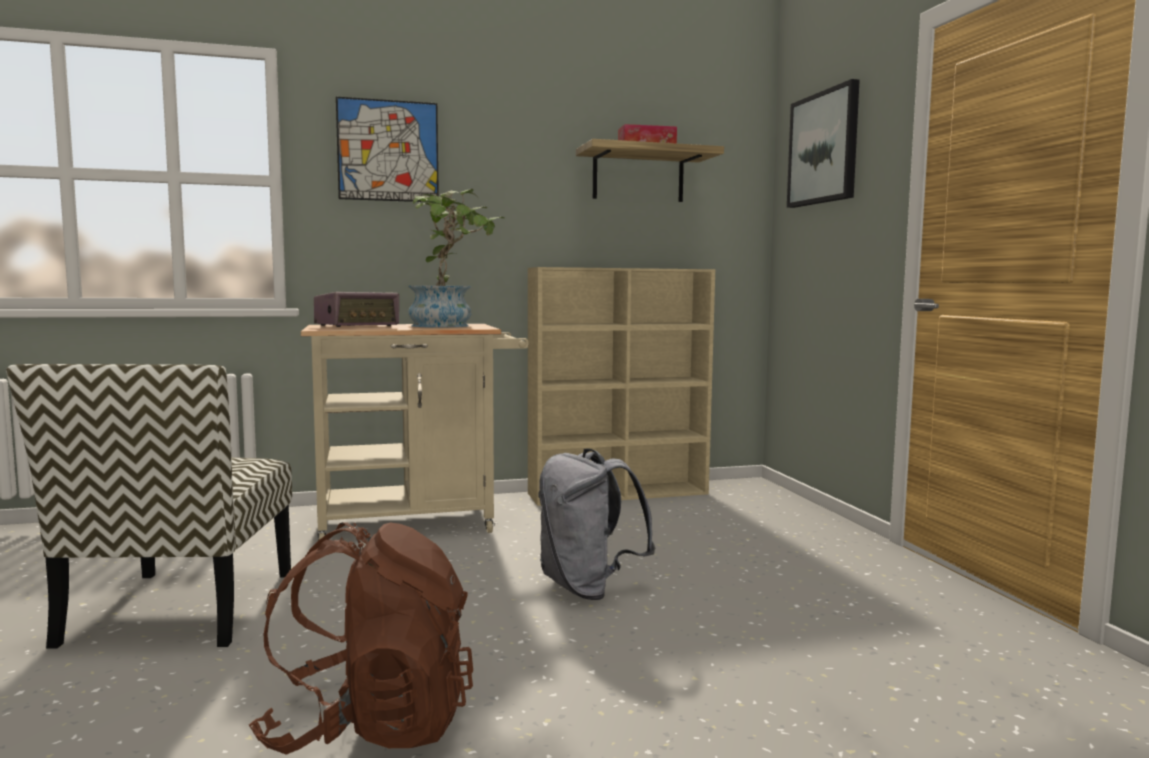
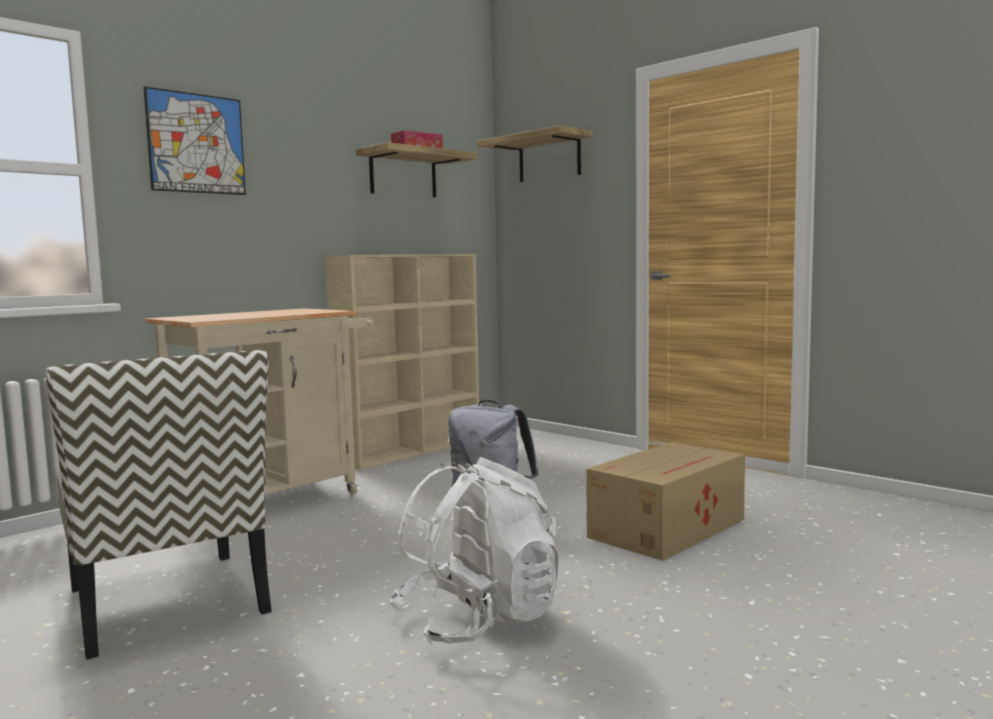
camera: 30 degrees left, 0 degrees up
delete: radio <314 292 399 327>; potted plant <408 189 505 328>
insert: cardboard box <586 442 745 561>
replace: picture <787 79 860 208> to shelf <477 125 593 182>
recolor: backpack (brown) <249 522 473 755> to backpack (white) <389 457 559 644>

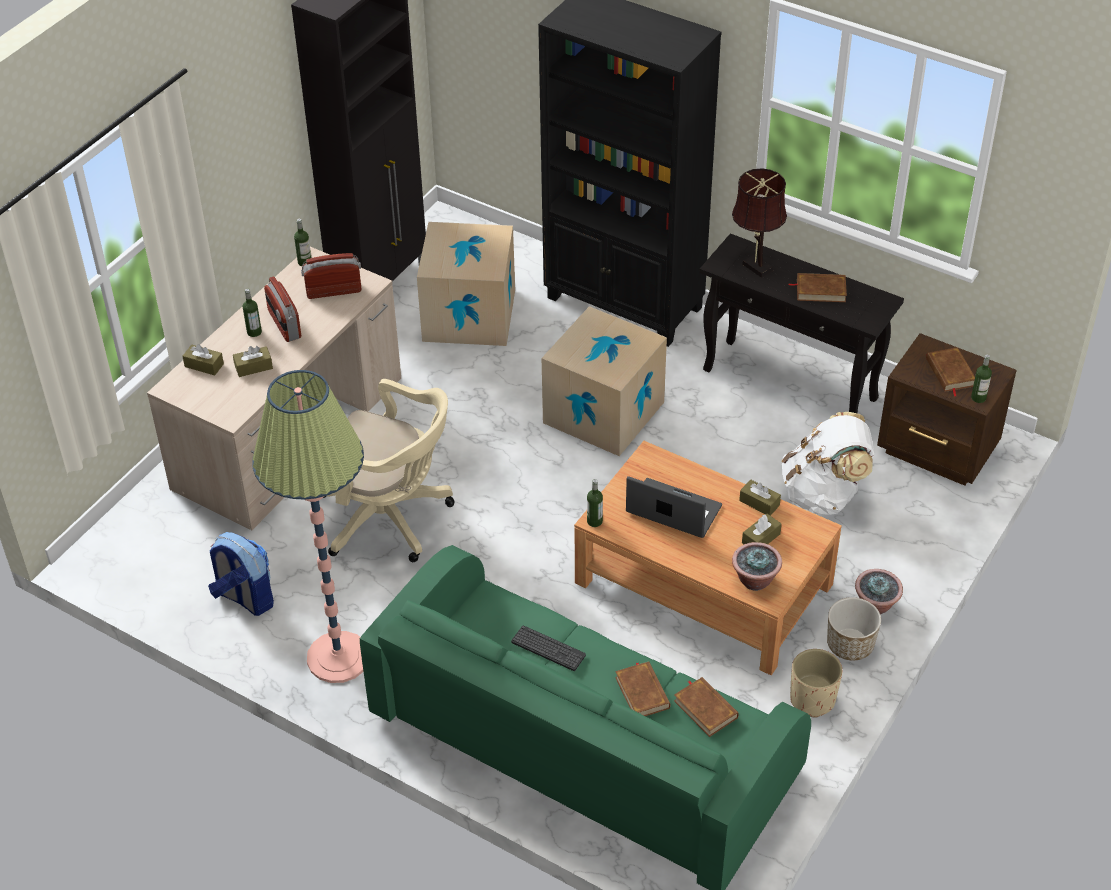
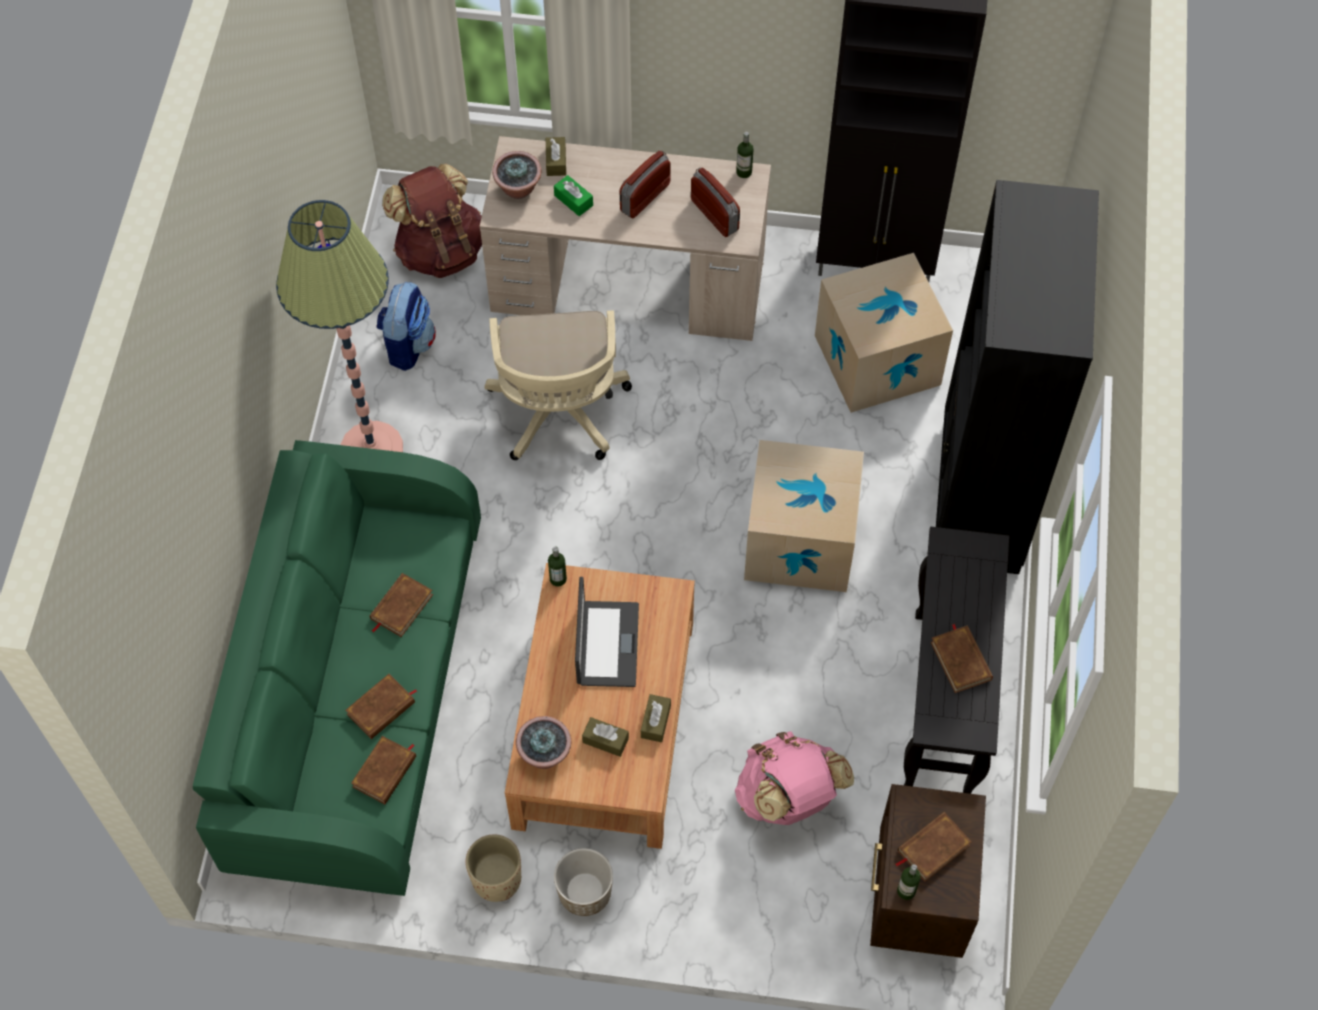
camera: 65 degrees right, 15 degrees up
delete: bottle <243 288 262 337>; table lamp (brown) <732 168 787 278>
insert: backpack (brown) <382 164 482 278>
move: potted plant <855 569 903 614> to <492 151 541 199>
replace: keyboard <511 625 586 671> to book (brown) <370 573 433 637>
recolor: tissue box (brown) <233 346 273 377> to tissue box (green) <554 175 593 216>; backpack (white) <782 412 874 515> to backpack (pink) <735 731 854 825>

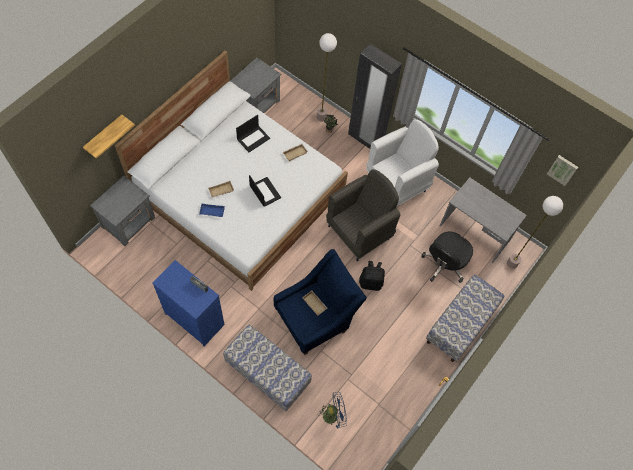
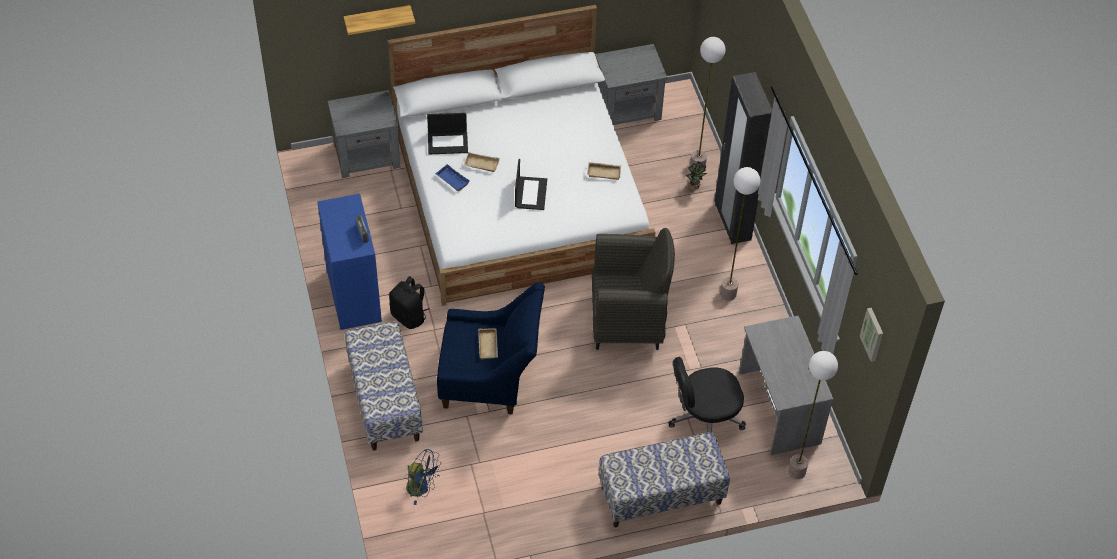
camera: 40 degrees right, 10 degrees down
move: backpack (black) <359 261 385 291> to <389 276 429 329>; laptop <236 115 270 152> to <427 113 468 154>
replace: armchair (white) <366 119 439 206> to floor lamp <720 167 760 301>

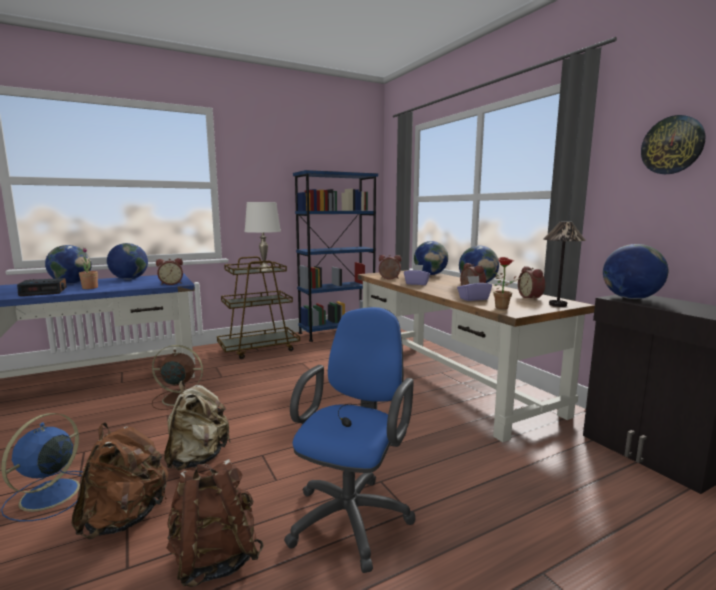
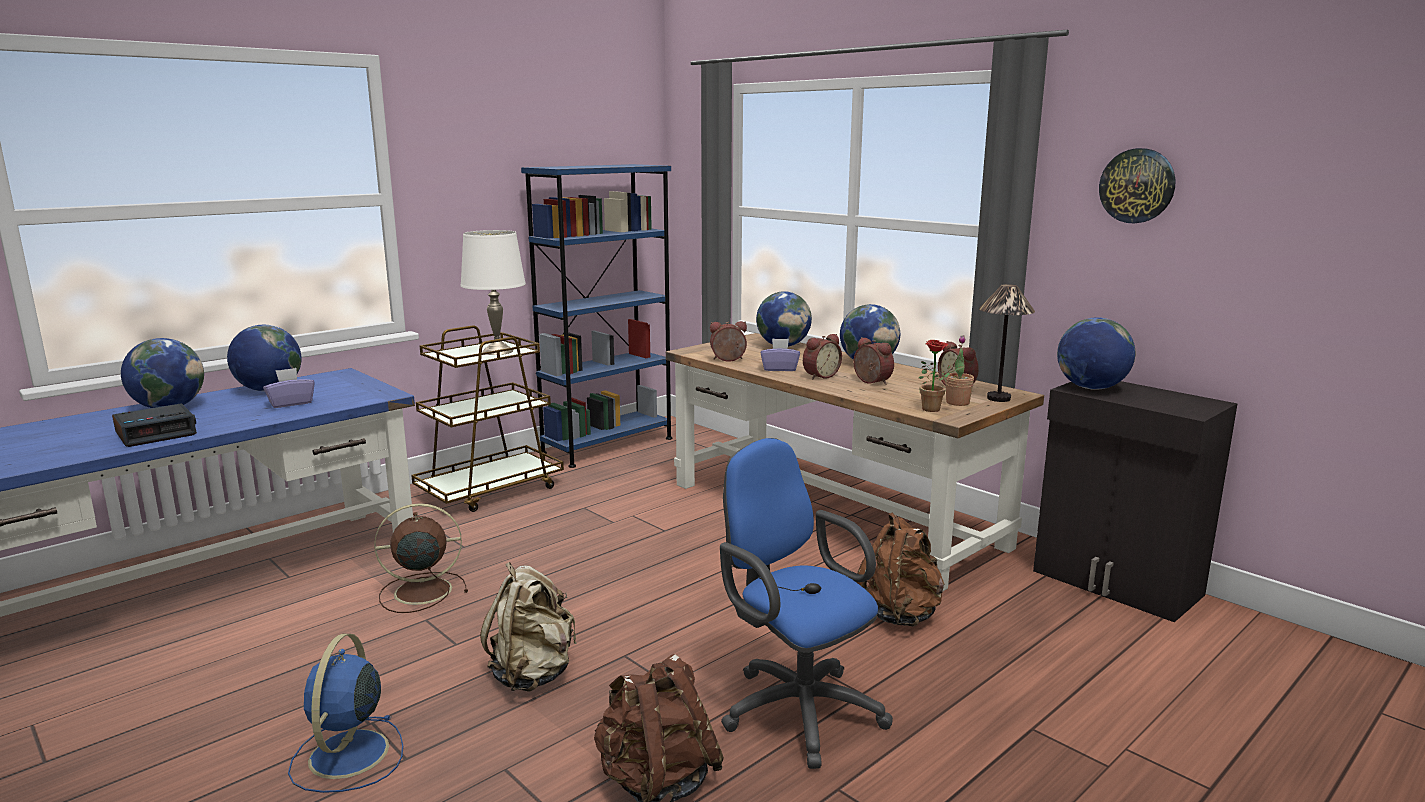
camera: 15 degrees left, 5 degrees up
move: tissue box (purple) <457 276 492 301> to <263 368 315 408>; alarm clock <156 258 183 285> to <803 334 842 380>; backpack (brown) <72 423 168 539> to <856 512 945 627>; potted plant <79 248 98 289> to <946 335 974 406>
rotate: office chair (blue) <284 307 416 573> = <720 438 893 769> 45 degrees counterclockwise

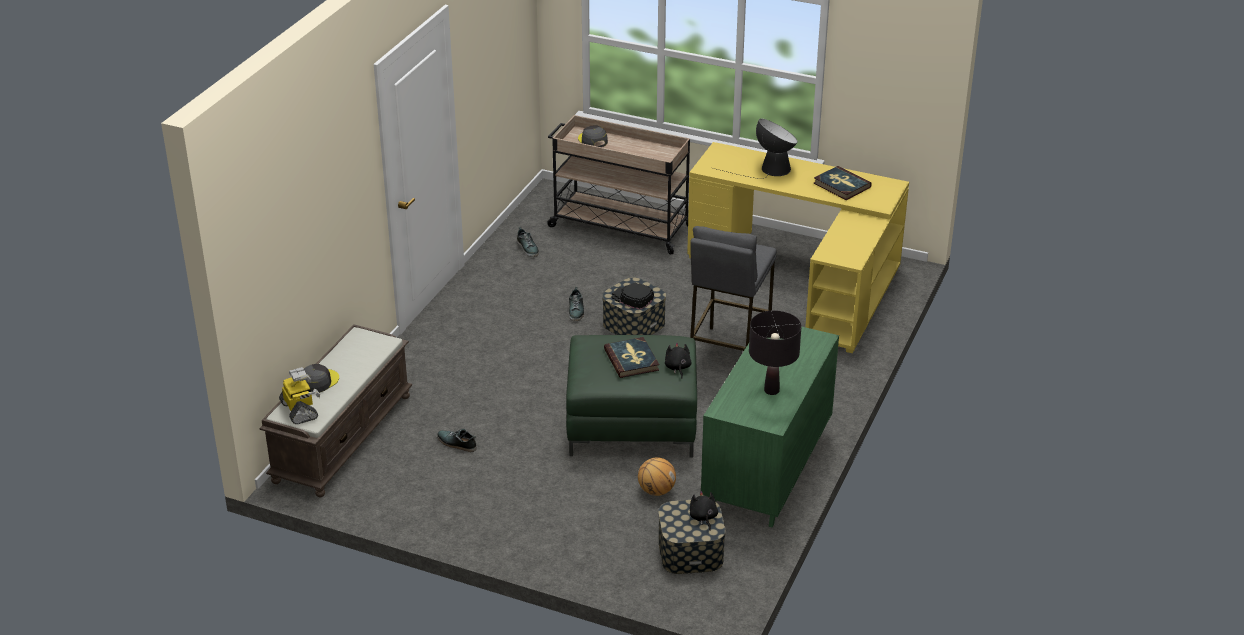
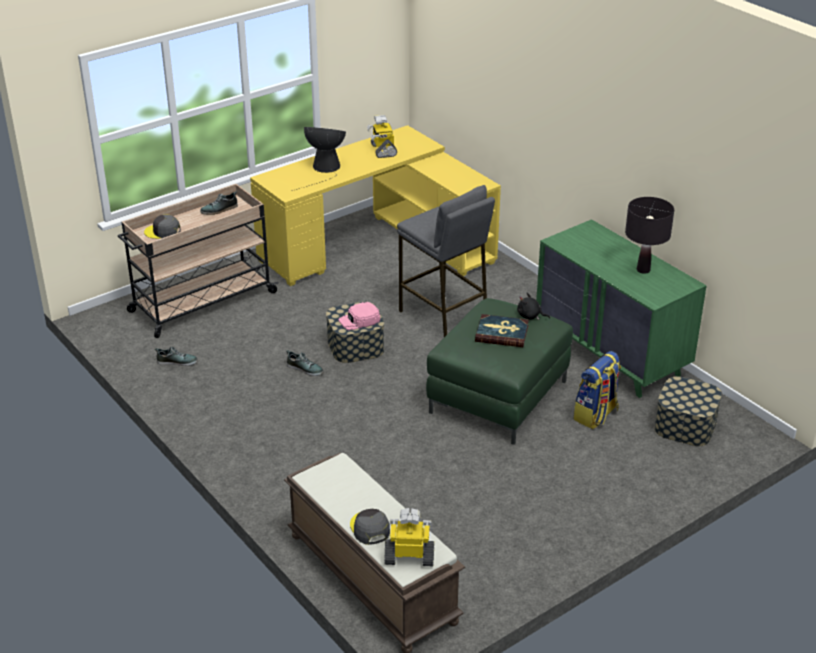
camera: 60 degrees left, 0 degrees up
delete: plush toy (black) <690 491 718 531>
move: shoe <437 429 477 452> to <200 191 238 215>
replace: book <813 166 872 200> to toy robot <367 115 397 158>; basketball <638 457 676 496> to backpack <573 351 621 429>
recolor: cap (black) <612 283 654 310> to cap (pink) <338 302 380 330>

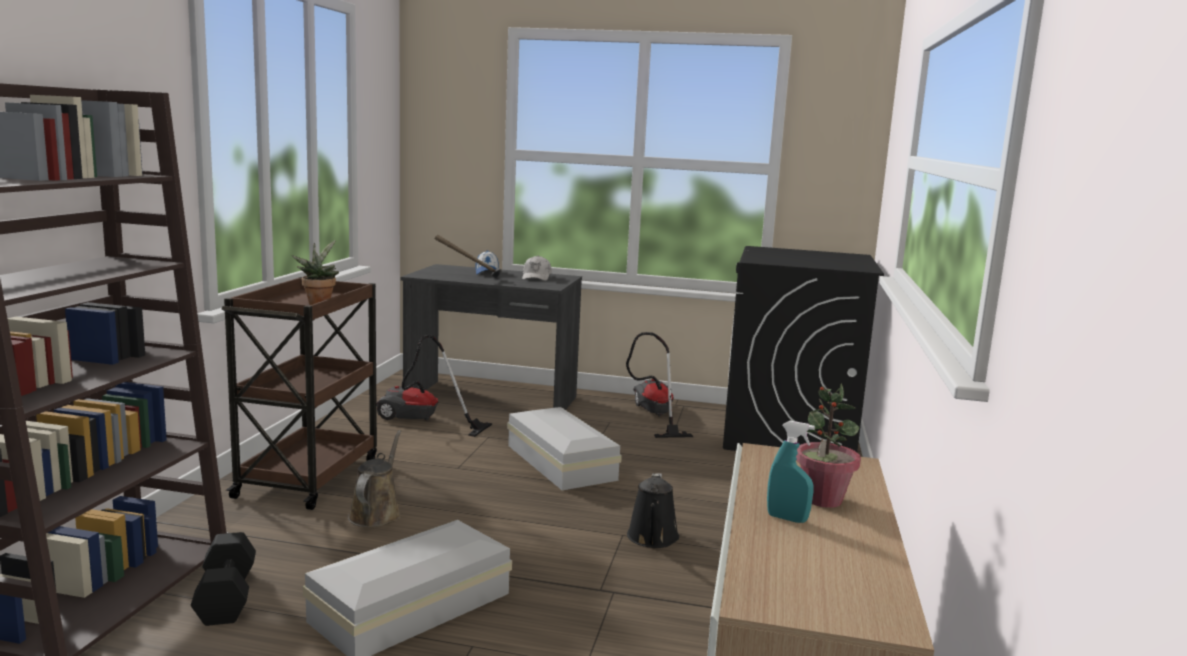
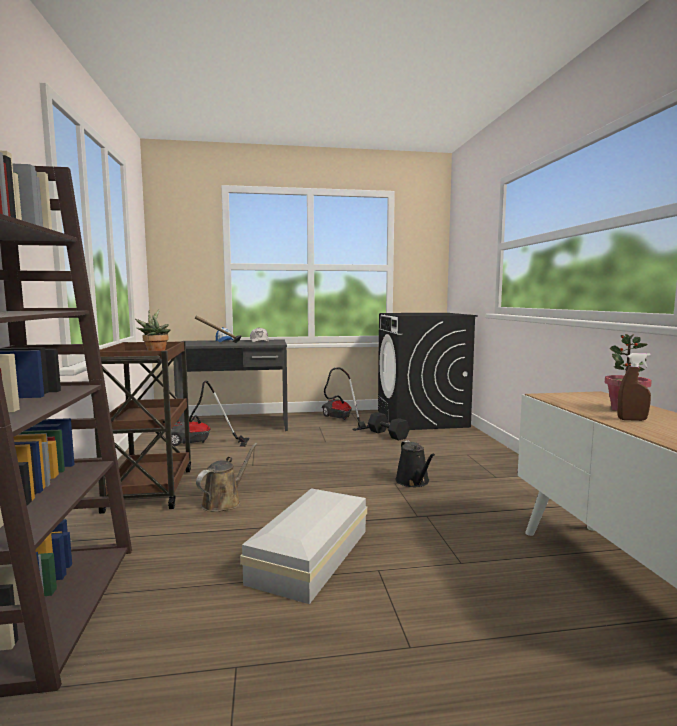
camera: 20 degrees left, 5 degrees down
delete: storage box (white) <507 407 622 490>
move: dumbbell (black) <191 532 256 626> to <368 412 410 441>
recolor: spray bottle (turquoise) <767 421 815 523> to spray bottle (brown) <617 353 651 421>
rotate: watering can (brown) <348 430 401 528> = <196 443 257 512> 45 degrees clockwise

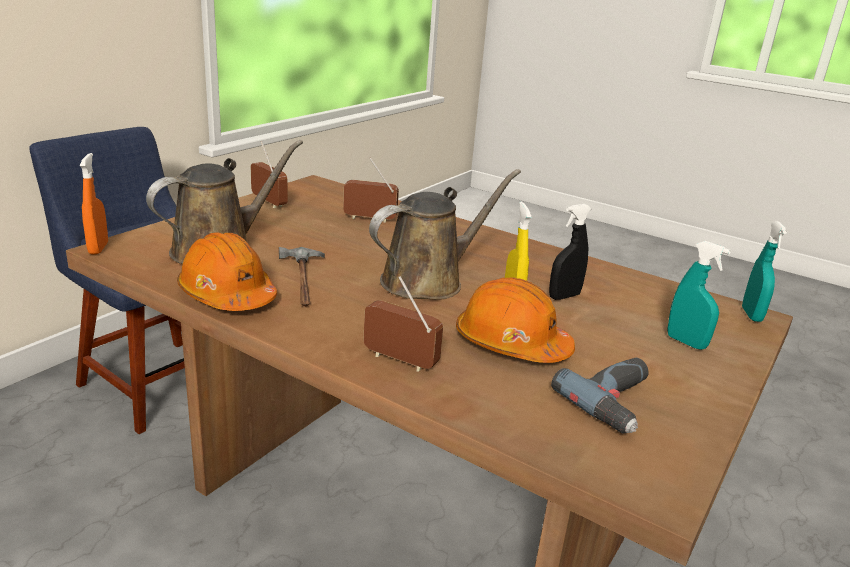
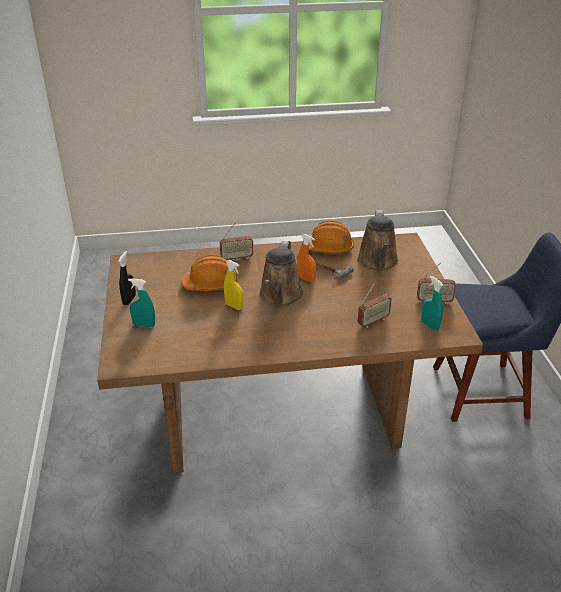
camera: 140 degrees right, 10 degrees up
delete: power drill <551 358 649 433>
move: spray bottle (black) <549 204 591 300> to <118 251 136 305>; spray bottle (orange) <80 153 108 254> to <297 234 316 282>; spray bottle (turquoise) <742 221 787 322> to <421 275 444 331>

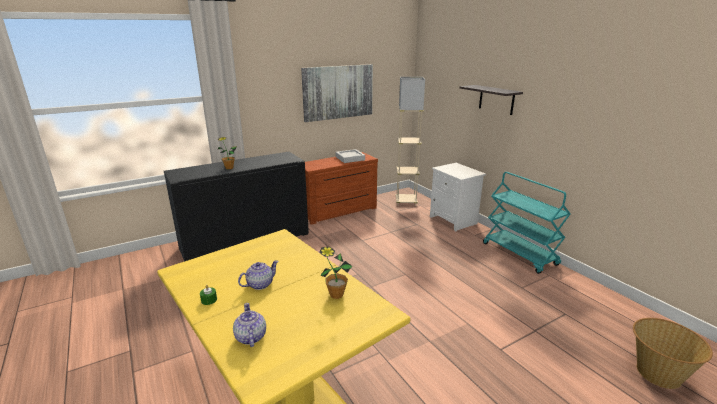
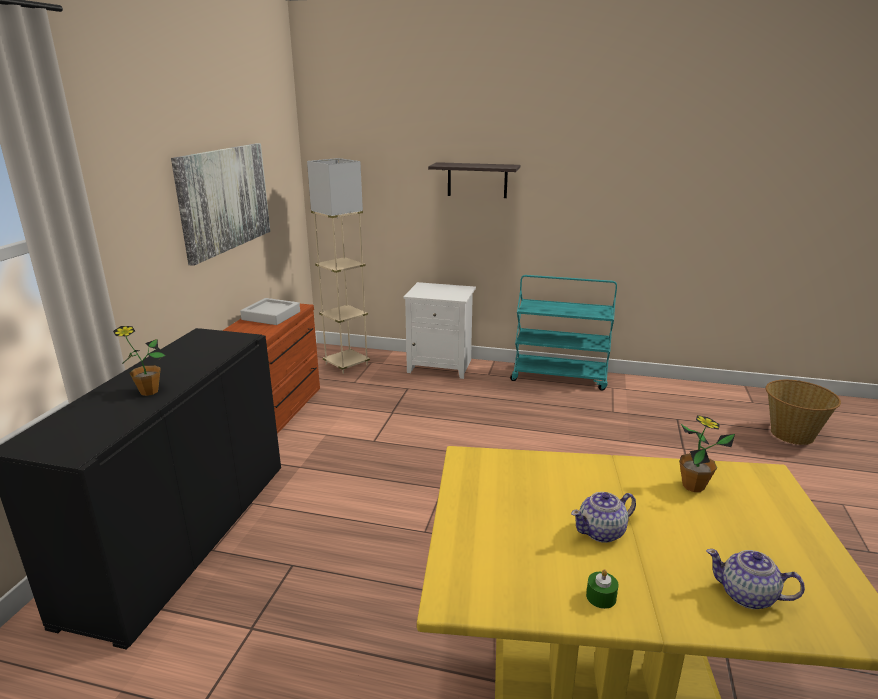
camera: 45 degrees left, 0 degrees up
rotate: teapot <238 260 278 290> = <571 492 636 543> 120 degrees counterclockwise

